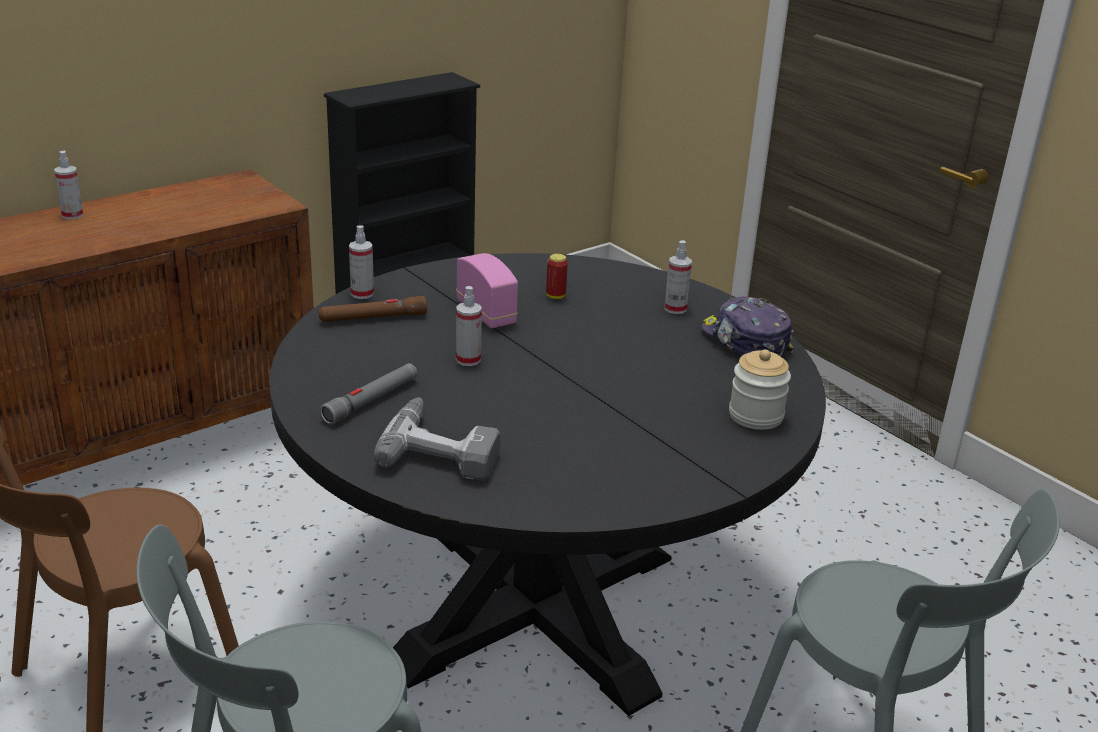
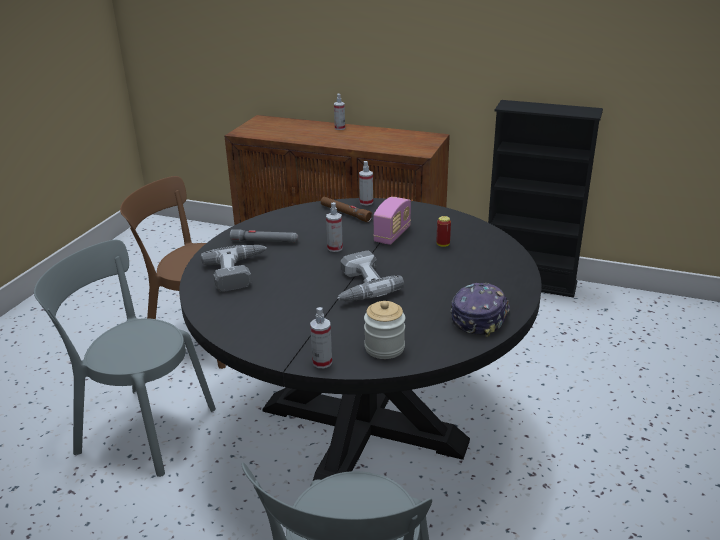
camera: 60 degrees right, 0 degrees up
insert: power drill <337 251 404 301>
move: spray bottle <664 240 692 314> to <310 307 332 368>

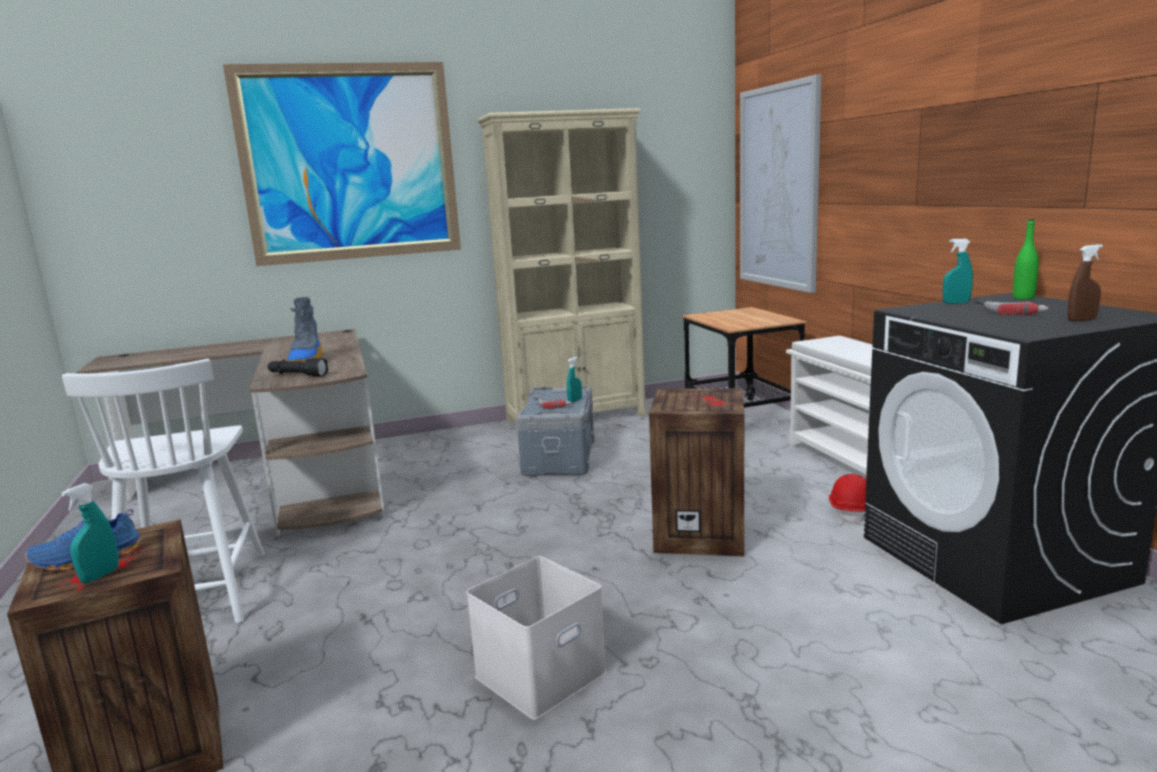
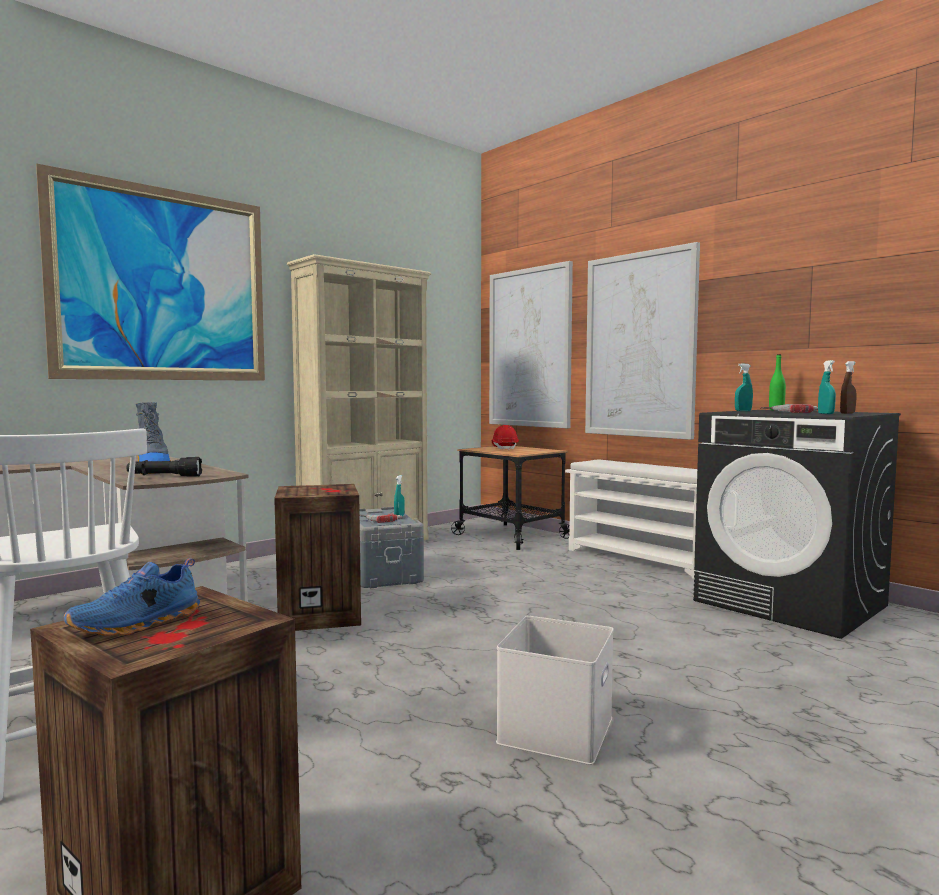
camera: 25 degrees left, 10 degrees down
insert: picture <585 242 700 440>
move: crate <649 388 744 556> to <274 484 361 631>; hard hat (red) <829 474 866 524> to <492 425 519 451>; spray bottle (turquoise) <61 483 119 583> to <818 360 836 414>

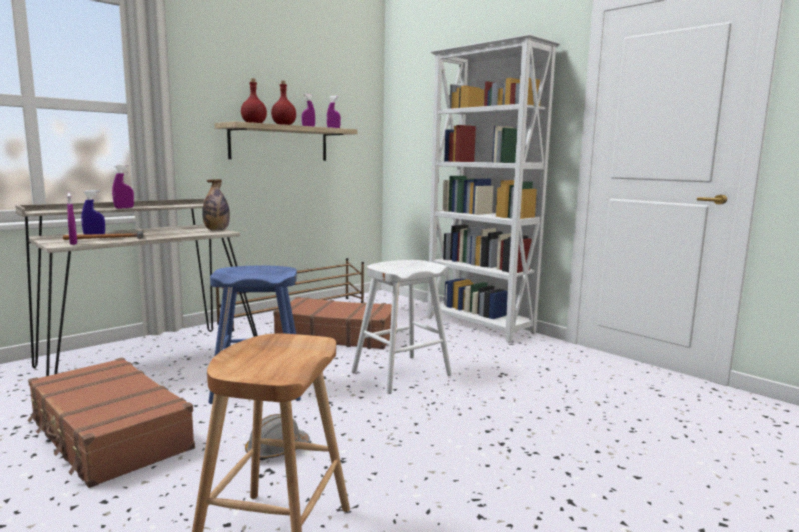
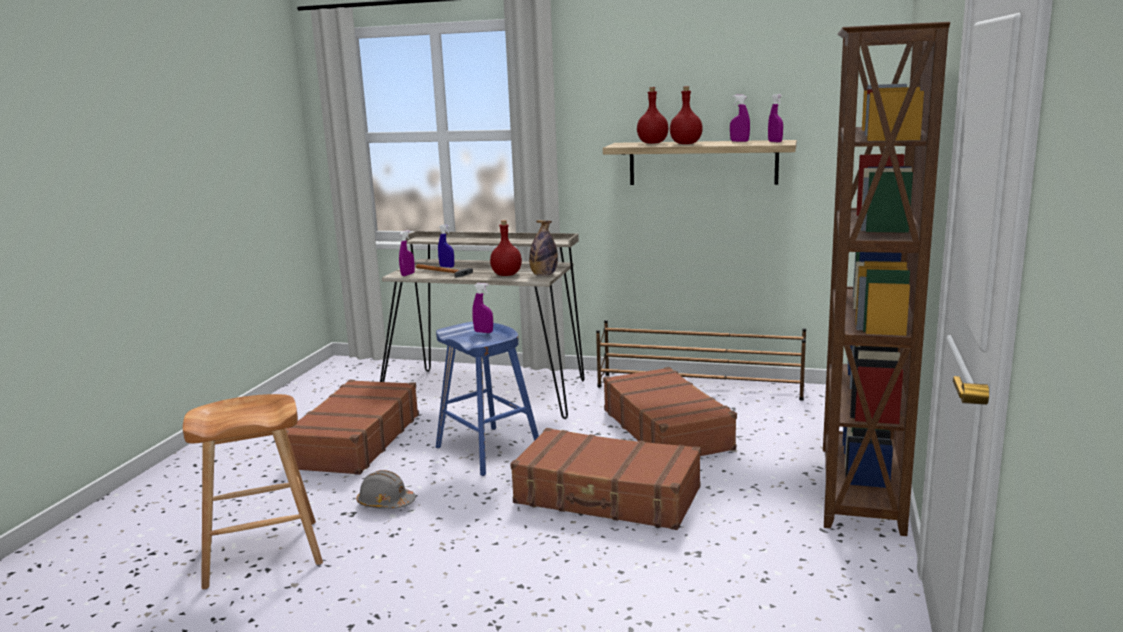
camera: 60 degrees right, 5 degrees up
insert: bottle (red) <490 220 522 276>
move: spray bottle (purple) <112 164 134 209> to <472 283 493 333>
replace: stool (white) <352 260 452 394> to suitcase (brown) <510 428 701 530>
recolor: bookcase (white) <427 34 560 343> to bookcase (brown) <823 22 950 536>

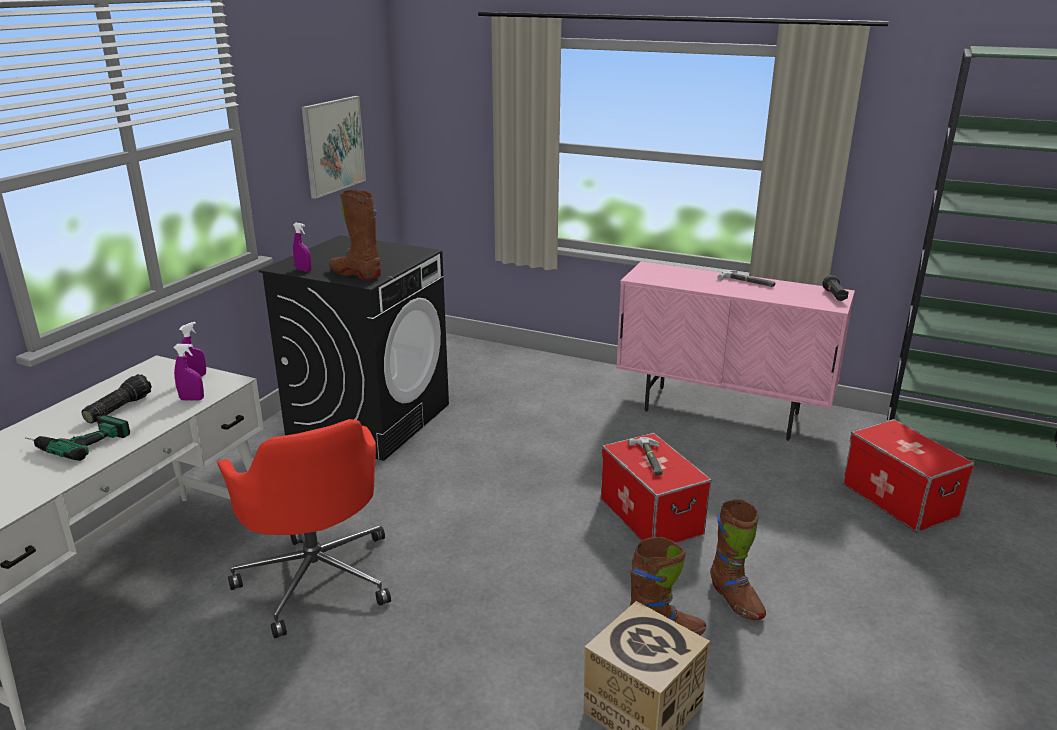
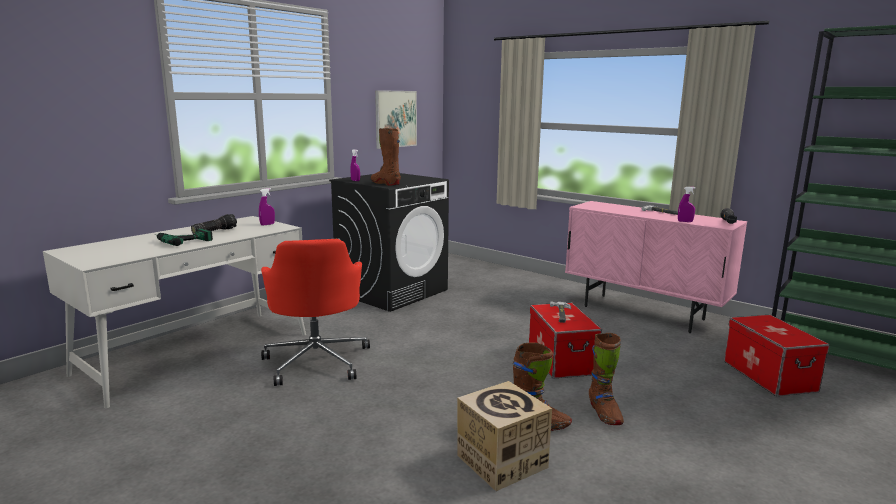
camera: 15 degrees right, 10 degrees down
move: spray bottle (purple) <173 344 204 401> to <678 187 696 222>

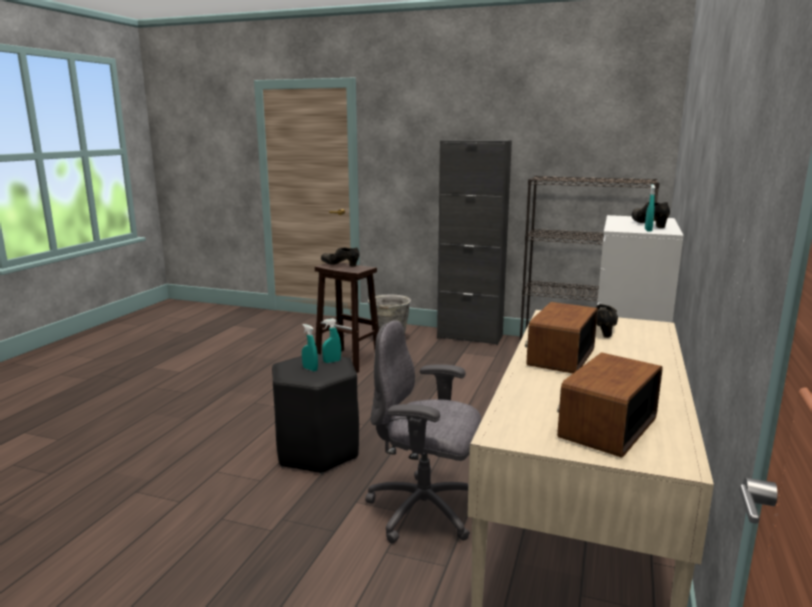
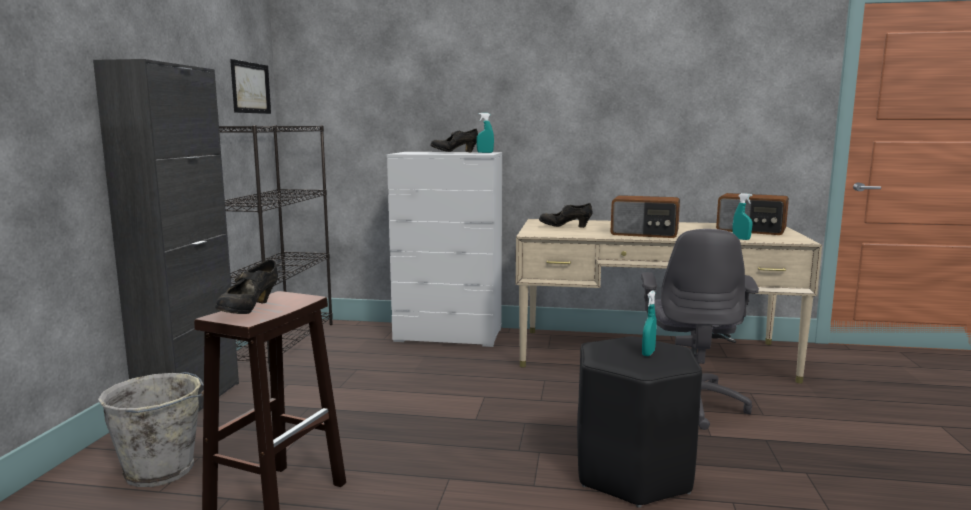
camera: 100 degrees left, 5 degrees down
insert: picture <230 59 271 114>
move: spray bottle (turquoise) <322 318 341 363> to <732 193 752 240>

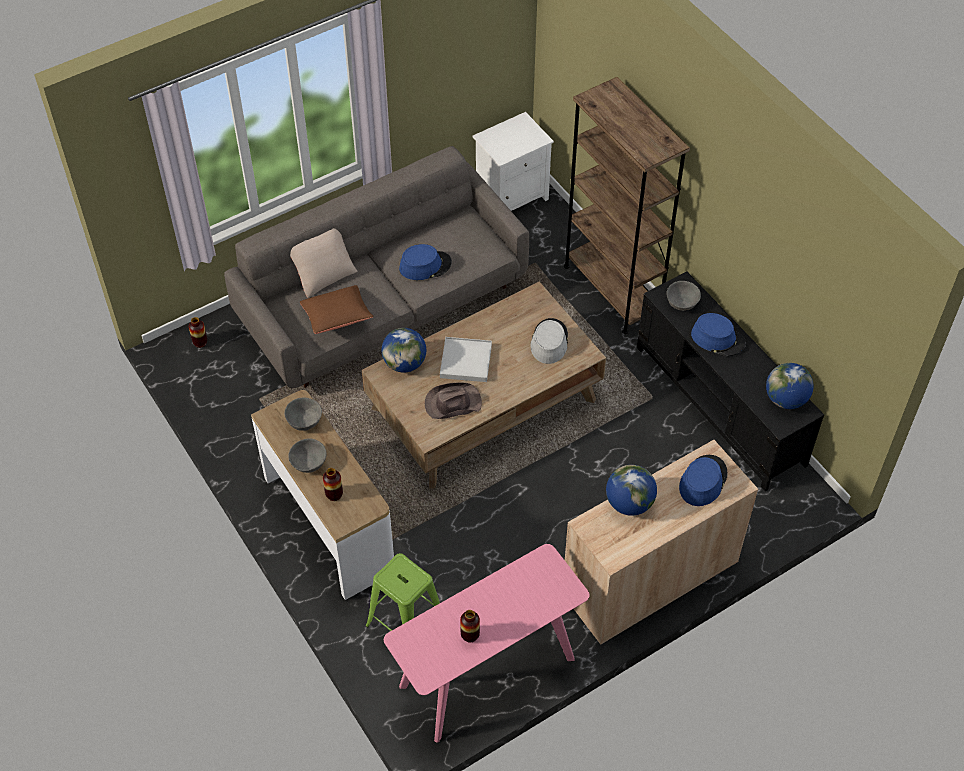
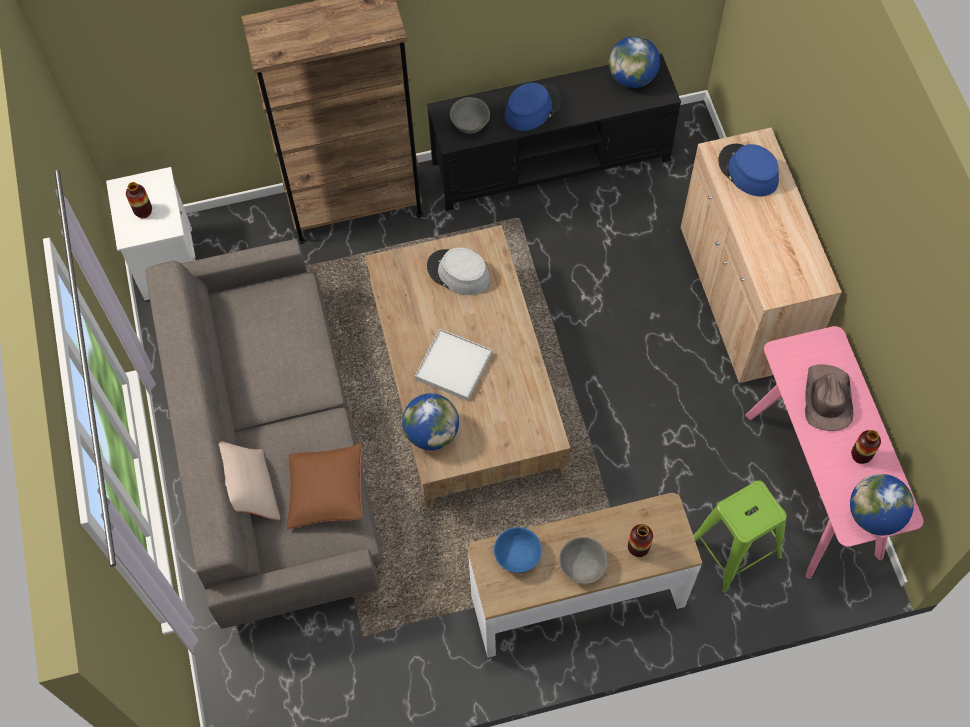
camera: 70 degrees left, 10 degrees up
delete: hat (blue) <399 244 452 280>
move: vase <189 317 207 348> to <126 182 152 218>; hat (brown) <425 383 482 419> to <805 364 854 431>; globe <606 465 657 516> to <850 474 914 535>
recolor: bowl (grey) <284 398 322 431> to bowl (blue) <494 527 542 573>

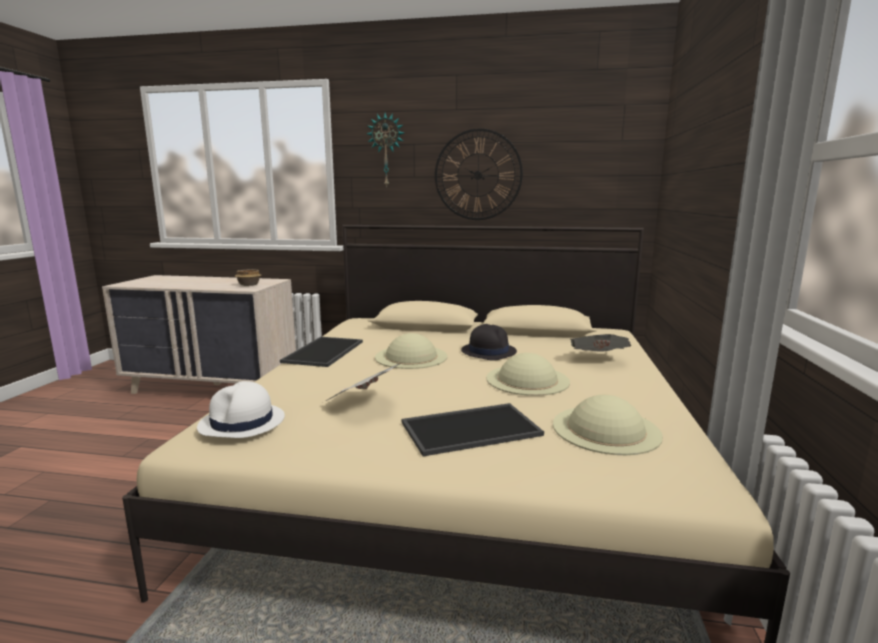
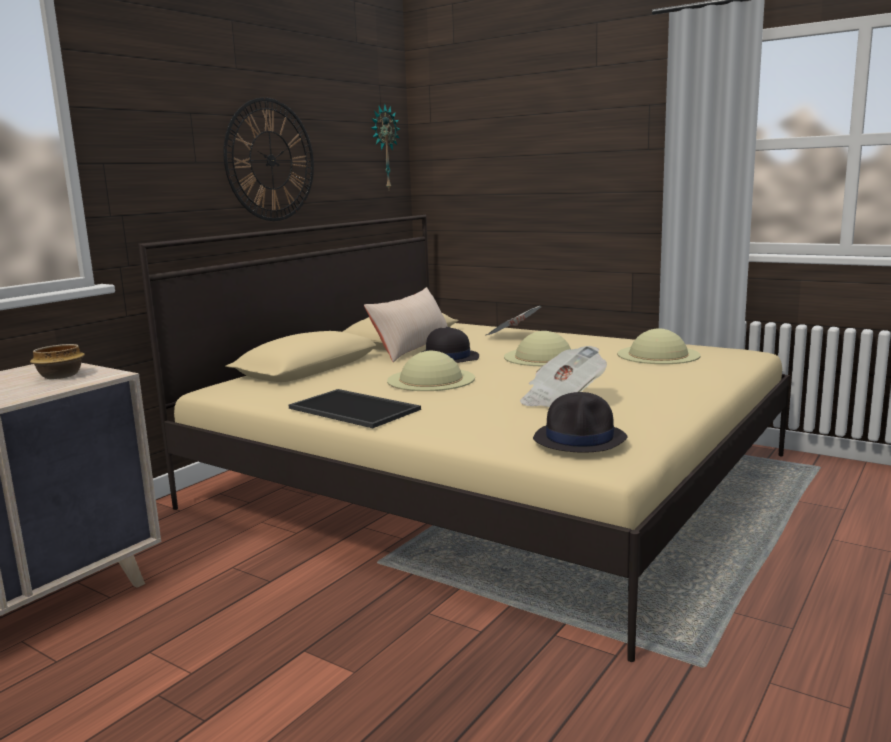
camera: 65 degrees left, 0 degrees up
delete: tray <402 403 544 456>
insert: pillow (beige) <364 287 448 362>
move: wall clock <367 113 404 188> to <371 104 400 189>
recolor: hat (white) <197 381 285 438> to hat (black) <533 392 628 453>

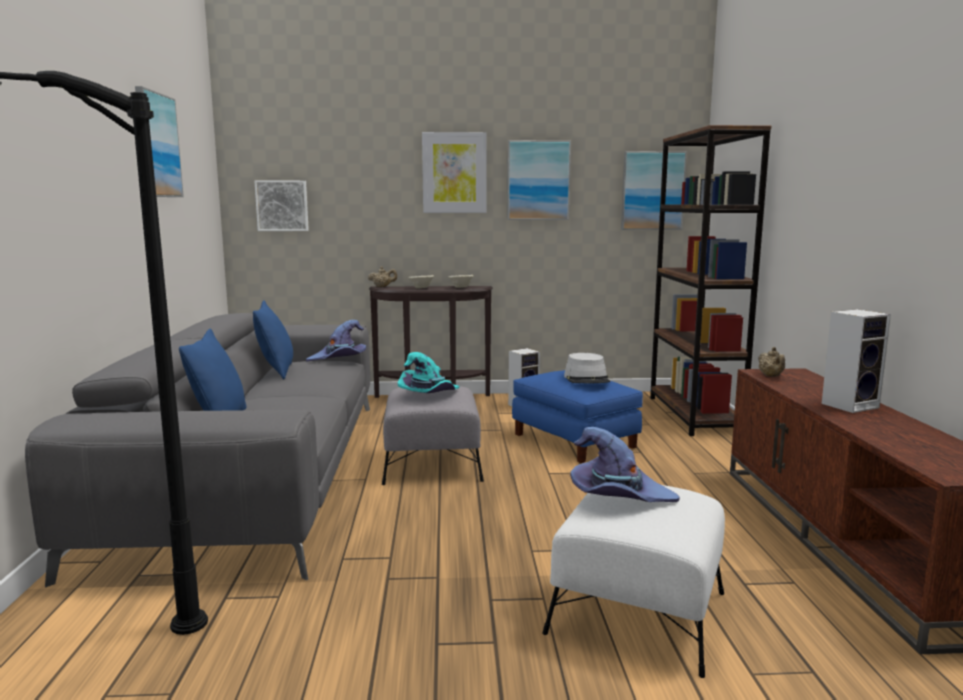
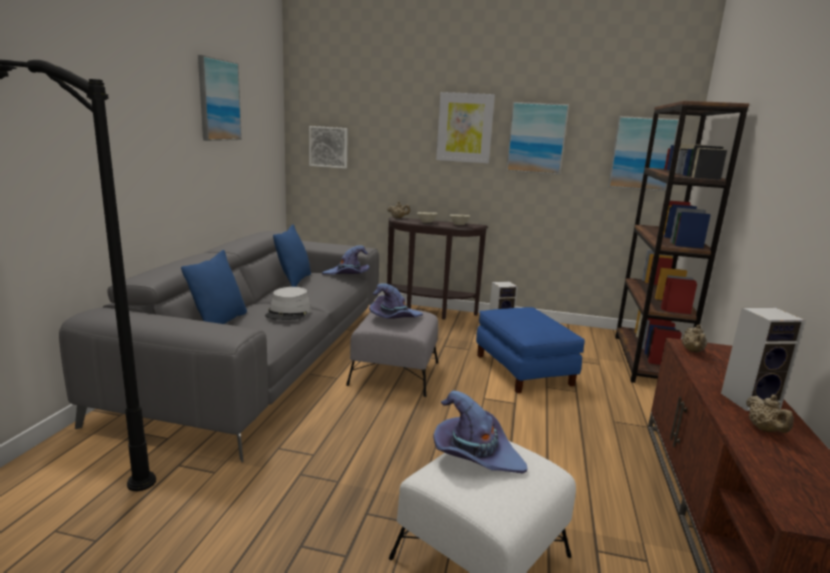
camera: 15 degrees right, 5 degrees up
insert: teapot (beige) <746 394 794 433>
move: hat (grey) <564 353 611 383> to <265 287 311 320>
recolor: hat (turquoise) <398 352 459 393> to hat (purple) <369 283 423 319>

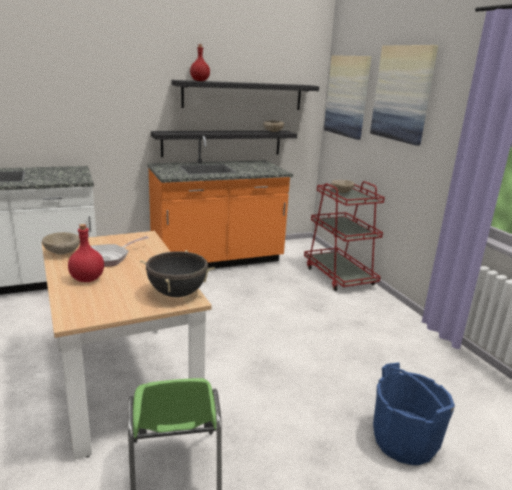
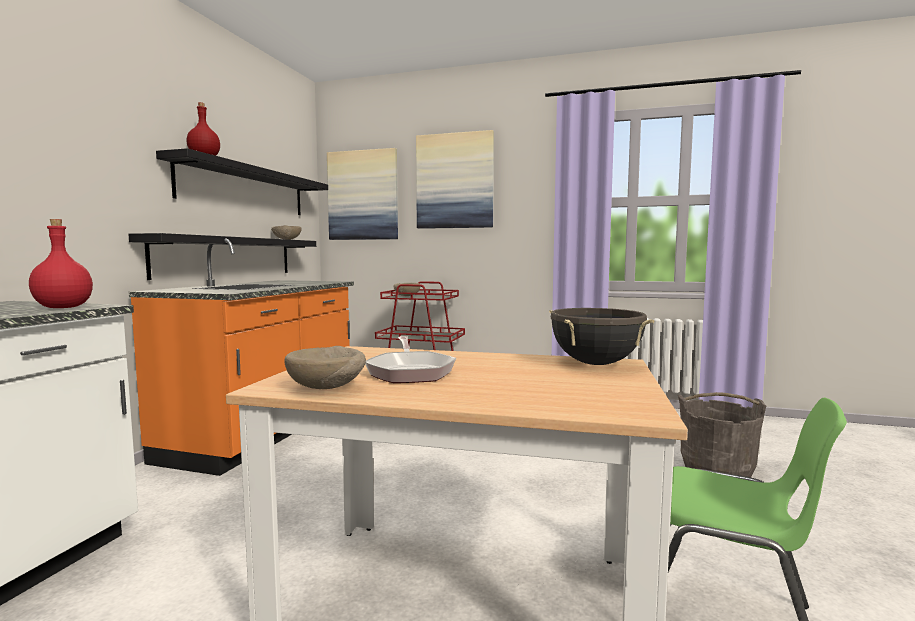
camera: 50 degrees left, 15 degrees down
move: bottle (red) <68 224 104 282> to <29 219 93 308>
recolor: bucket (blue) <373 363 455 465> to bucket (grey) <678 392 766 477>

